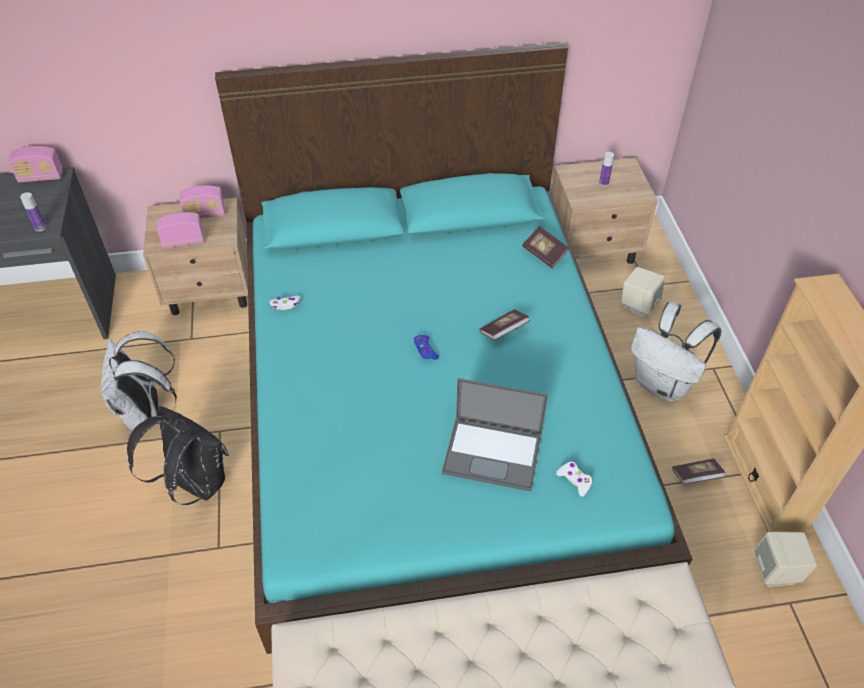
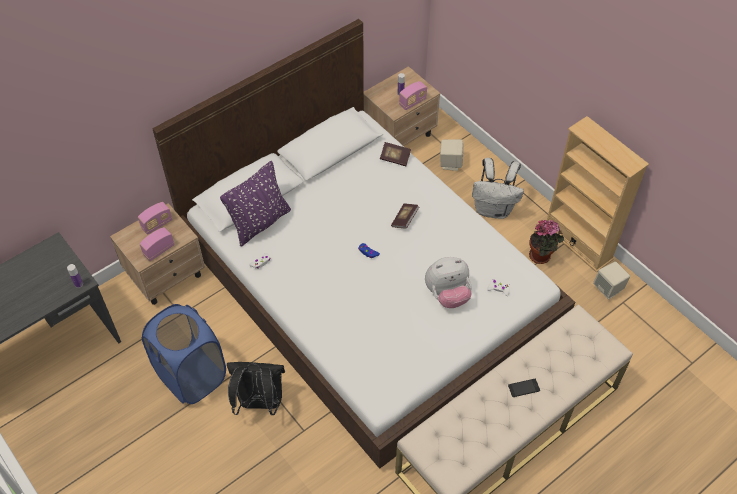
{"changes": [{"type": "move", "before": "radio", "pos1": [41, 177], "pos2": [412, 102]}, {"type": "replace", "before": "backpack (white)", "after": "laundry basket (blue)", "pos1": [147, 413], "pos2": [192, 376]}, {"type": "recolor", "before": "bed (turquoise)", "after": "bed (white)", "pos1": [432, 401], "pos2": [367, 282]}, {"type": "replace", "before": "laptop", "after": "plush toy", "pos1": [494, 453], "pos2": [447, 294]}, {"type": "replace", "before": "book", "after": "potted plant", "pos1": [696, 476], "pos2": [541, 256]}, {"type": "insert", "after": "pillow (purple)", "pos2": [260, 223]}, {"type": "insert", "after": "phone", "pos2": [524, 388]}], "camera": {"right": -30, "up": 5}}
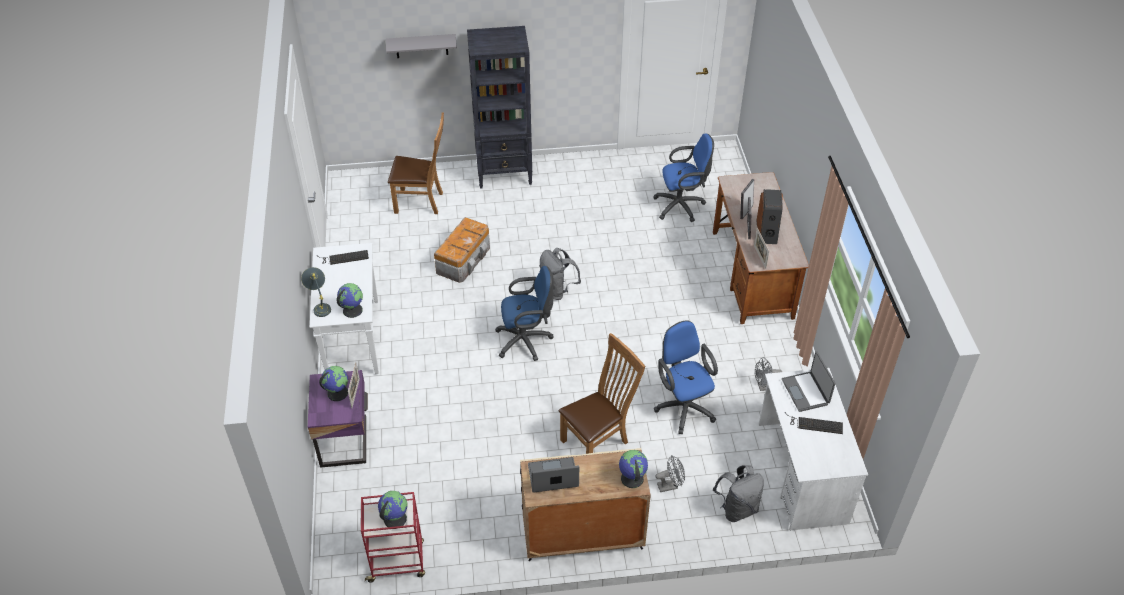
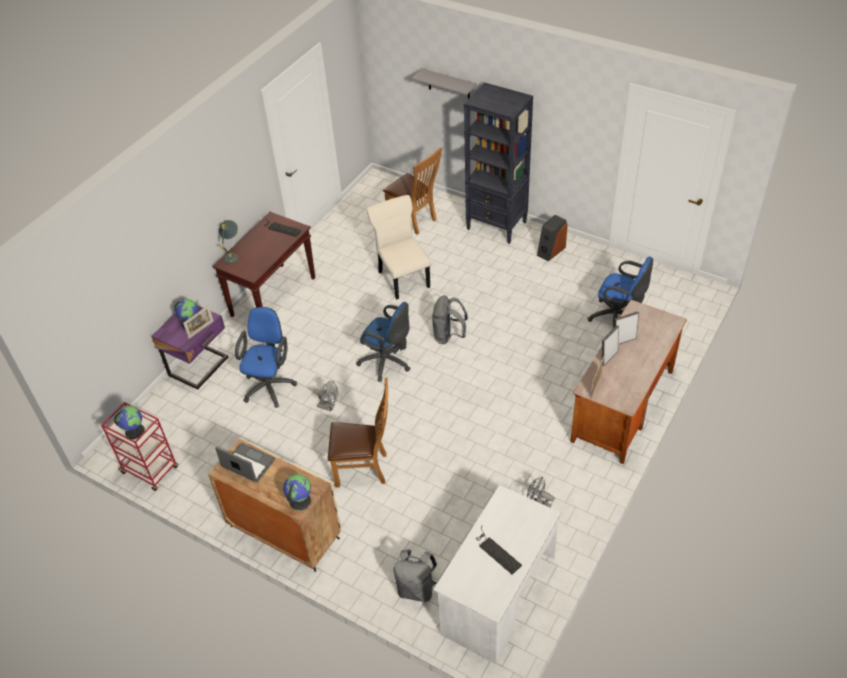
{"changes": [{"type": "recolor", "before": "console table (white)", "after": "console table (brown)", "pos1": [352, 337], "pos2": [273, 296]}, {"type": "delete", "before": "globe", "pos1": [352, 310]}, {"type": "replace", "before": "storage box", "after": "chair (beige)", "pos1": [464, 259], "pos2": [403, 278]}, {"type": "move", "before": "office chair (blue)", "pos1": [683, 406], "pos2": [270, 385]}, {"type": "move", "before": "fan (grey)", "pos1": [670, 485], "pos2": [328, 406]}, {"type": "move", "before": "speaker", "pos1": [767, 232], "pos2": [550, 251]}, {"type": "delete", "before": "laptop", "pos1": [806, 392]}], "camera": {"right": 40, "up": 0}}
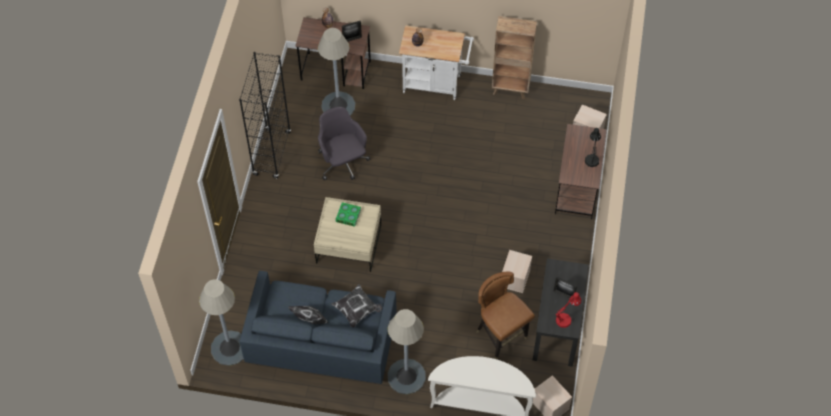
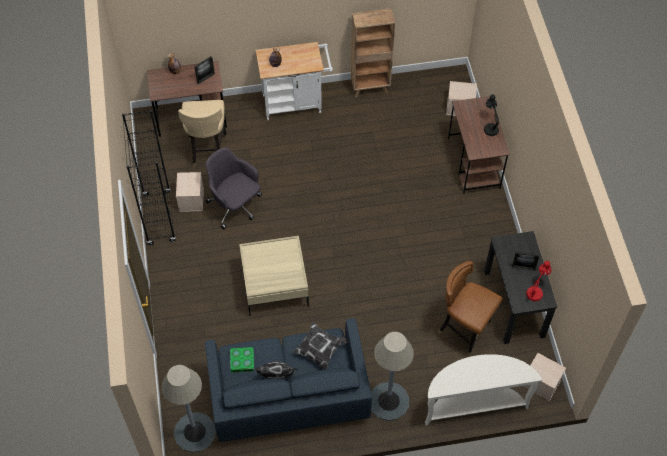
{"changes": [{"type": "replace", "before": "floor lamp (grey)", "after": "chair (beige)", "pos1": [338, 106], "pos2": [208, 151]}, {"type": "move", "before": "book", "pos1": [348, 215], "pos2": [242, 361]}, {"type": "move", "before": "storage box (beige)", "pos1": [515, 277], "pos2": [191, 199]}], "camera": {"right": -20, "up": 0}}
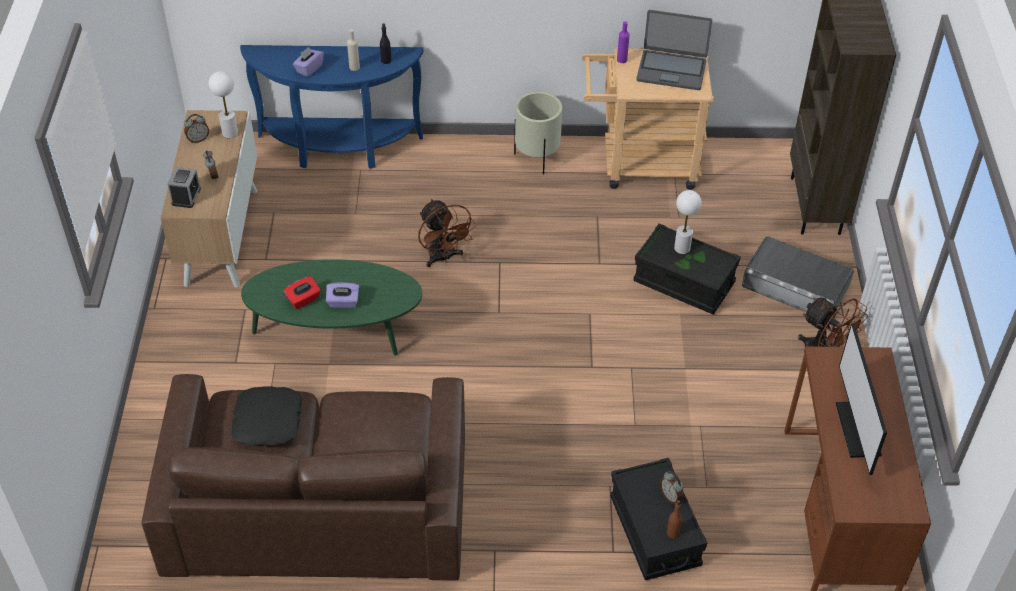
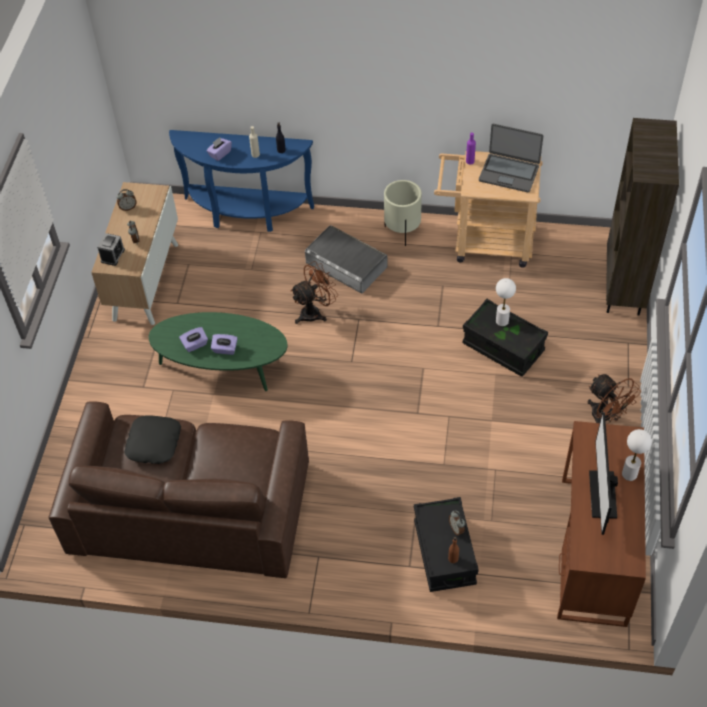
{"changes": [{"type": "move", "before": "table lamp (white)", "pos1": [230, 133], "pos2": [629, 474]}, {"type": "recolor", "before": "tissue box (red)", "after": "tissue box (purple)", "pos1": [303, 300], "pos2": [195, 345]}, {"type": "rotate", "before": "fan (brown)", "pos1": [443, 258], "pos2": [315, 312], "turn": -105}, {"type": "move", "before": "storage box (grey)", "pos1": [796, 285], "pos2": [346, 264]}], "camera": {"right": 10, "up": 5}}
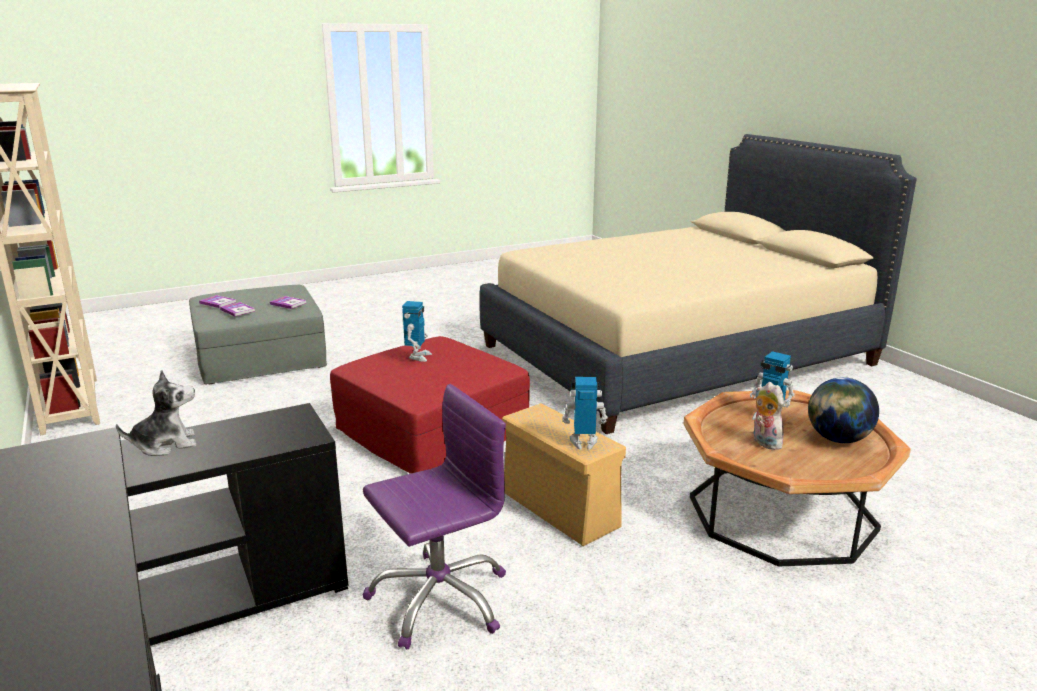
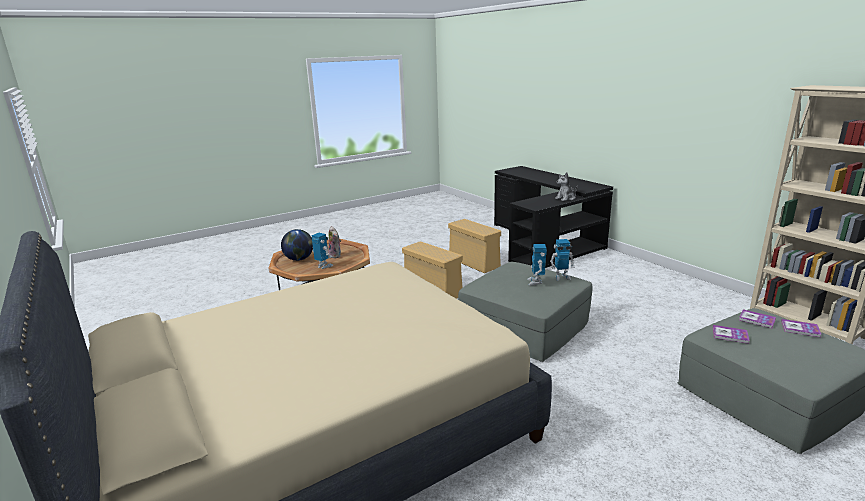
{"changes": [{"type": "recolor", "before": "ottoman (red)", "after": "ottoman (grey)", "pos1": [431, 430], "pos2": [525, 327]}, {"type": "replace", "before": "office chair (purple)", "after": "storage box (beige)", "pos1": [439, 599], "pos2": [473, 262]}, {"type": "move", "before": "toy robot", "pos1": [583, 444], "pos2": [561, 277]}], "camera": {"right": 175, "up": 0}}
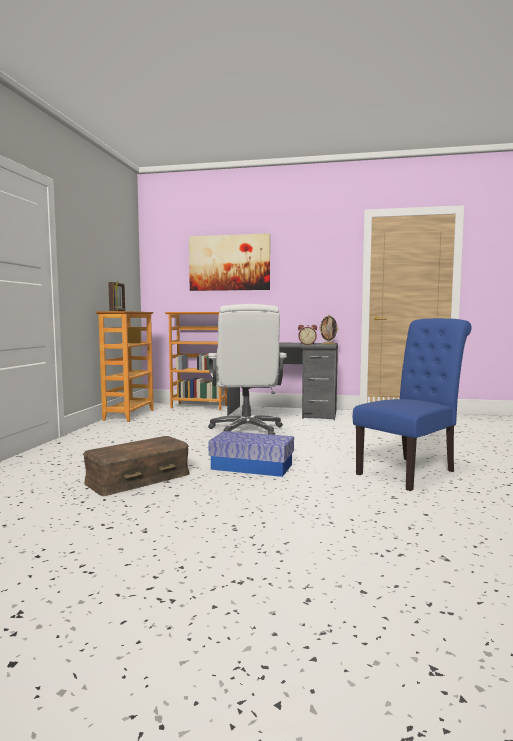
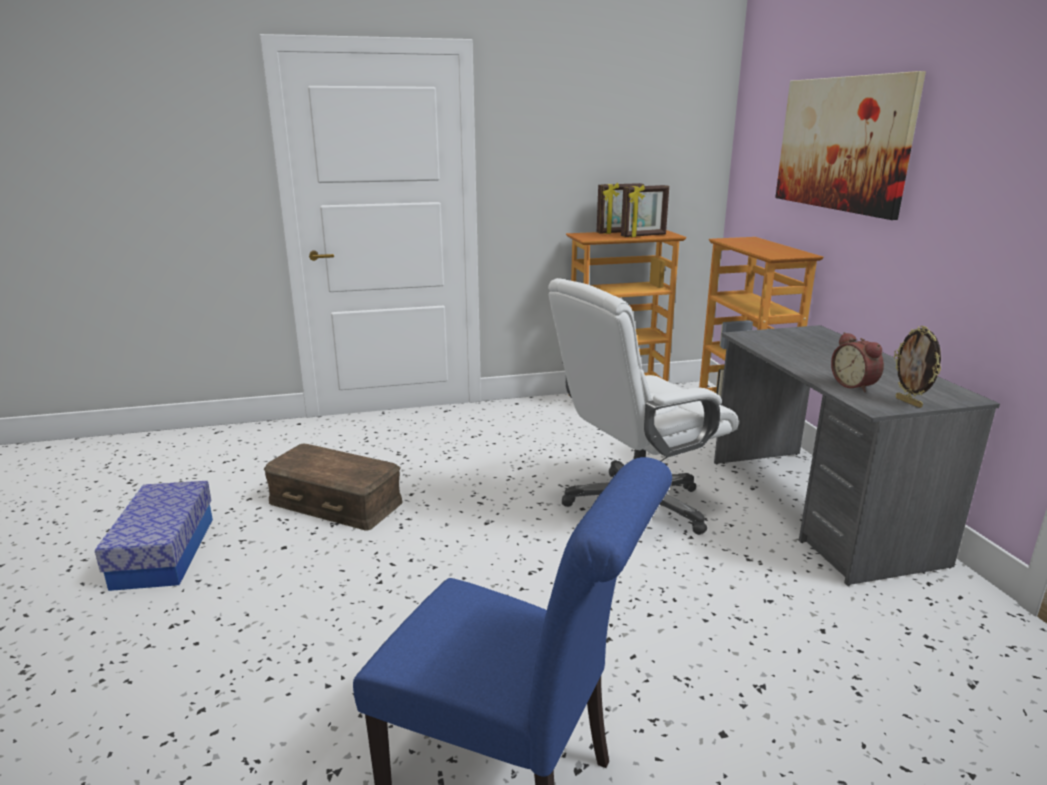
{"changes": [{"type": "move", "before": "storage box", "pos1": [252, 467], "pos2": [164, 552]}, {"type": "insert", "after": "picture frame", "pos2": [643, 236]}], "camera": {"right": 65, "up": 15}}
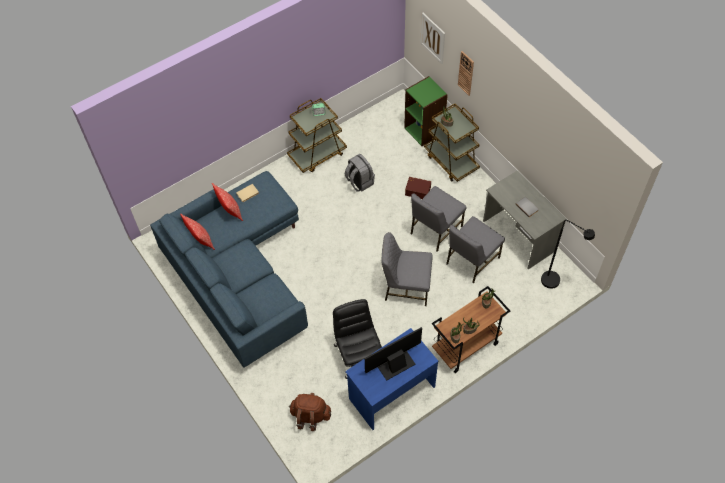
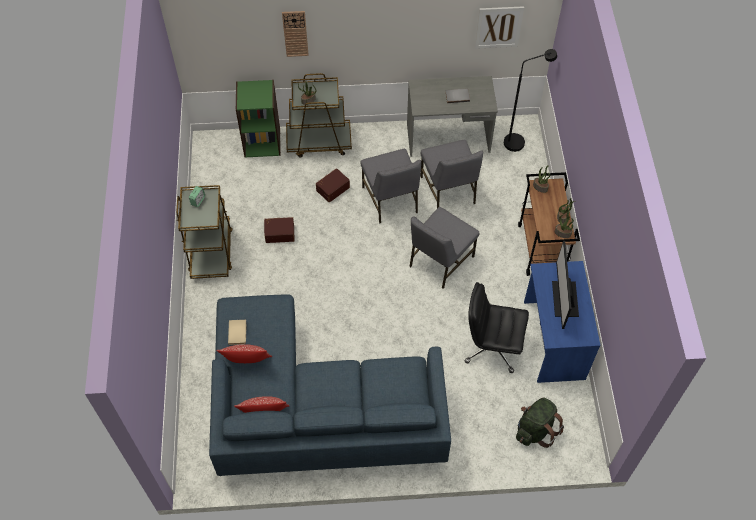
{"changes": [{"type": "recolor", "before": "backpack (brown)", "after": "backpack (green)", "pos1": [310, 416], "pos2": [535, 429]}, {"type": "replace", "before": "backpack (grey)", "after": "storage box (brown)", "pos1": [359, 182], "pos2": [279, 233]}, {"type": "move", "before": "picture", "pos1": [433, 38], "pos2": [498, 27]}], "camera": {"right": -60, "up": 0}}
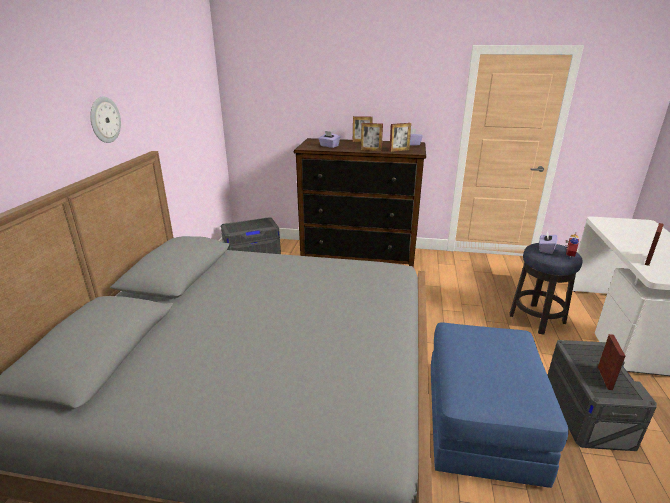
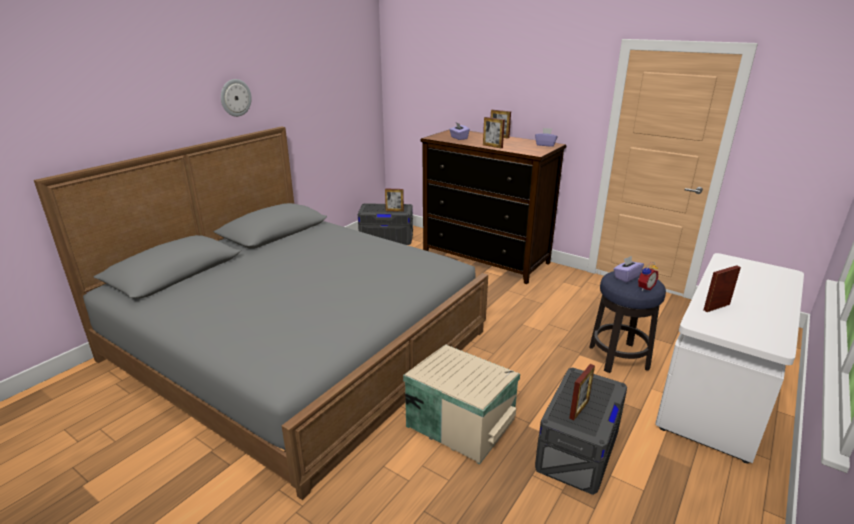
{"changes": [{"type": "move", "before": "picture frame", "pos1": [399, 150], "pos2": [394, 210]}, {"type": "replace", "before": "ottoman (blue)", "after": "storage box (beige)", "pos1": [480, 422], "pos2": [460, 421]}], "camera": {"right": 25, "up": 0}}
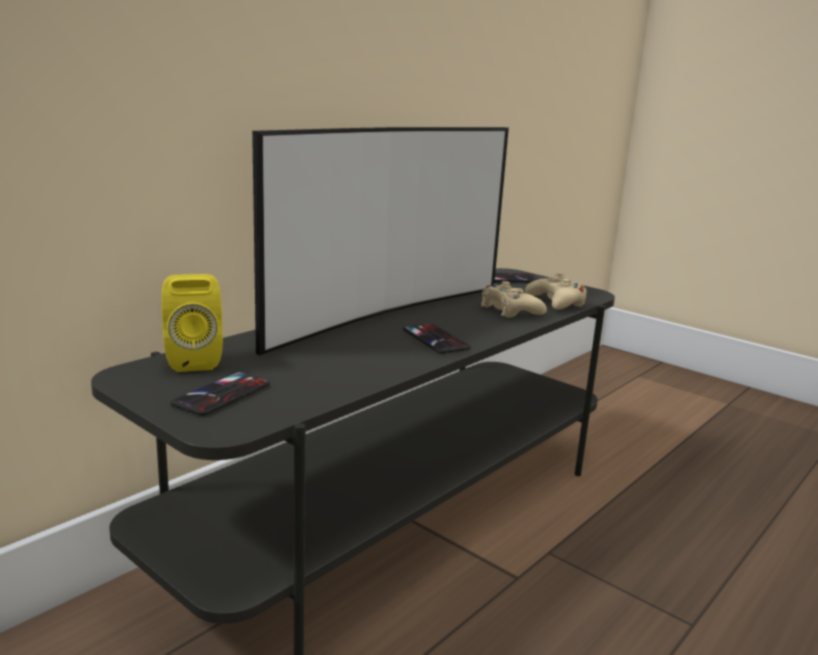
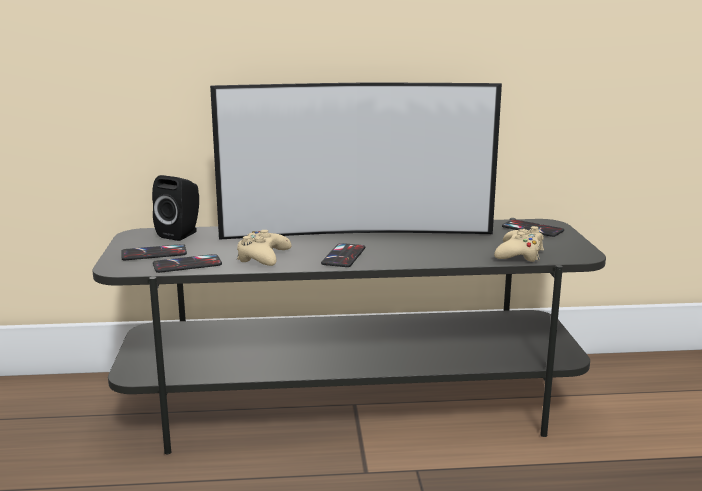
{"changes": [{"type": "recolor", "before": "speaker (yellow)", "after": "speaker (black)", "pos1": [193, 360], "pos2": [181, 234]}, {"type": "move", "before": "game controller (beige)", "pos1": [509, 310], "pos2": [263, 257]}, {"type": "insert", "after": "phone", "pos2": [187, 264]}], "camera": {"right": 45, "up": 0}}
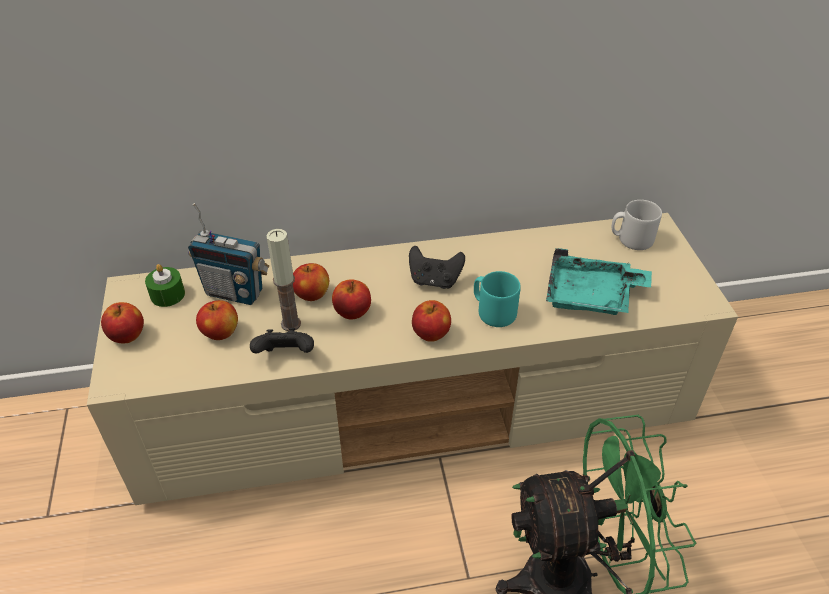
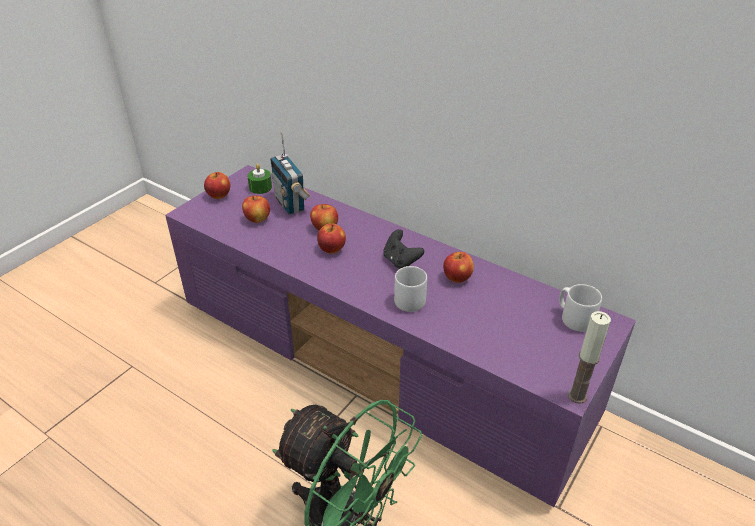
{"changes": [{"type": "recolor", "before": "tv stand (beige)", "after": "tv stand (purple)", "pos1": [417, 405], "pos2": [380, 358]}, {"type": "delete", "before": "game controller (black)", "pos1": [286, 355]}, {"type": "move", "before": "candle", "pos1": [291, 324], "pos2": [577, 396]}, {"type": "move", "before": "apple", "pos1": [431, 334], "pos2": [457, 278]}, {"type": "recolor", "before": "mug (turquoise)", "after": "mug (grey)", "pos1": [493, 311], "pos2": [409, 299]}, {"type": "delete", "before": "tray (turquoise)", "pos1": [591, 296]}], "camera": {"right": 45, "up": -5}}
